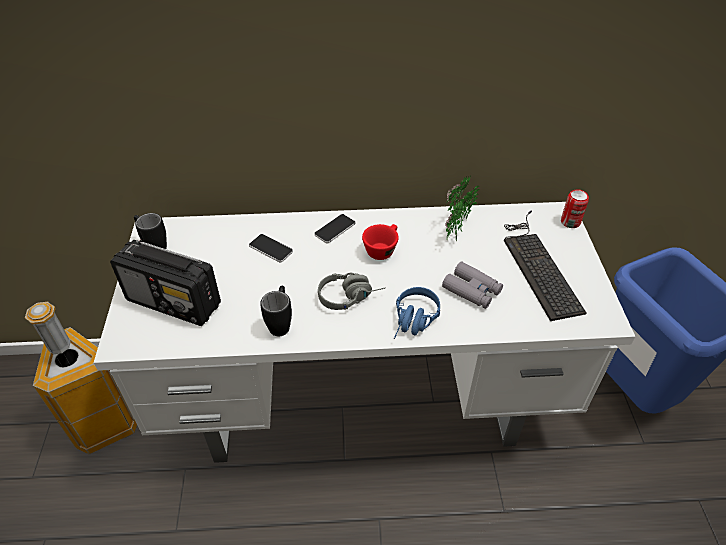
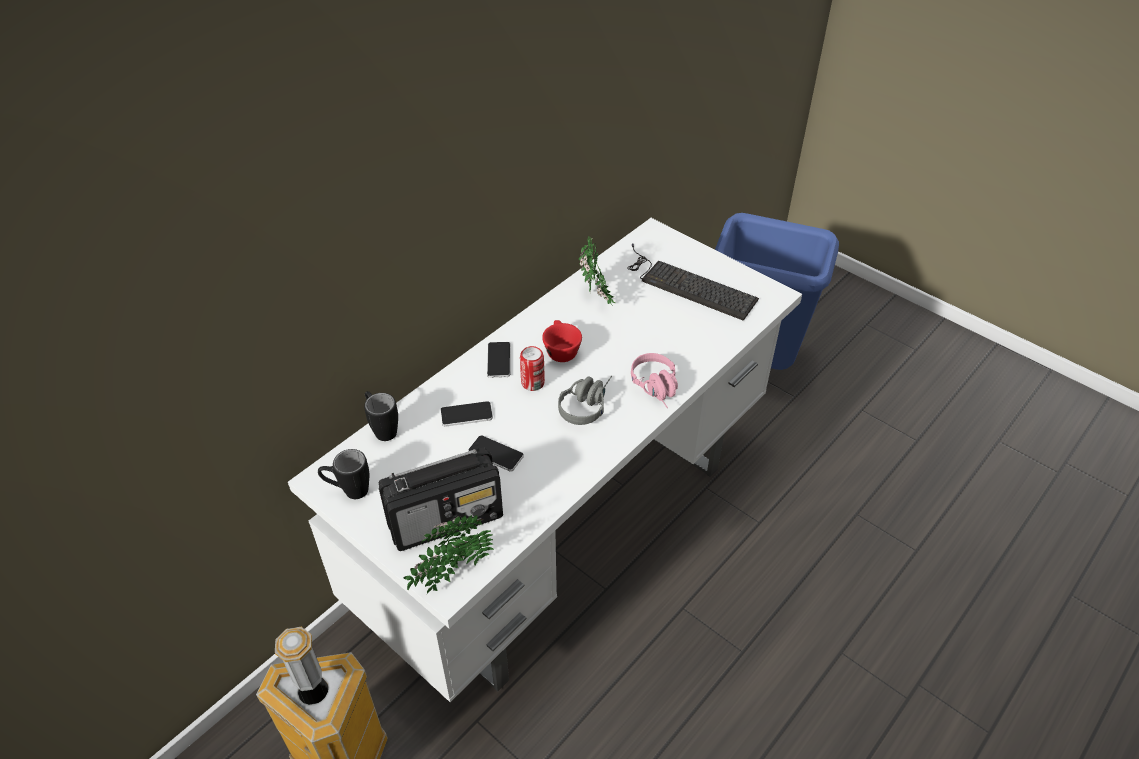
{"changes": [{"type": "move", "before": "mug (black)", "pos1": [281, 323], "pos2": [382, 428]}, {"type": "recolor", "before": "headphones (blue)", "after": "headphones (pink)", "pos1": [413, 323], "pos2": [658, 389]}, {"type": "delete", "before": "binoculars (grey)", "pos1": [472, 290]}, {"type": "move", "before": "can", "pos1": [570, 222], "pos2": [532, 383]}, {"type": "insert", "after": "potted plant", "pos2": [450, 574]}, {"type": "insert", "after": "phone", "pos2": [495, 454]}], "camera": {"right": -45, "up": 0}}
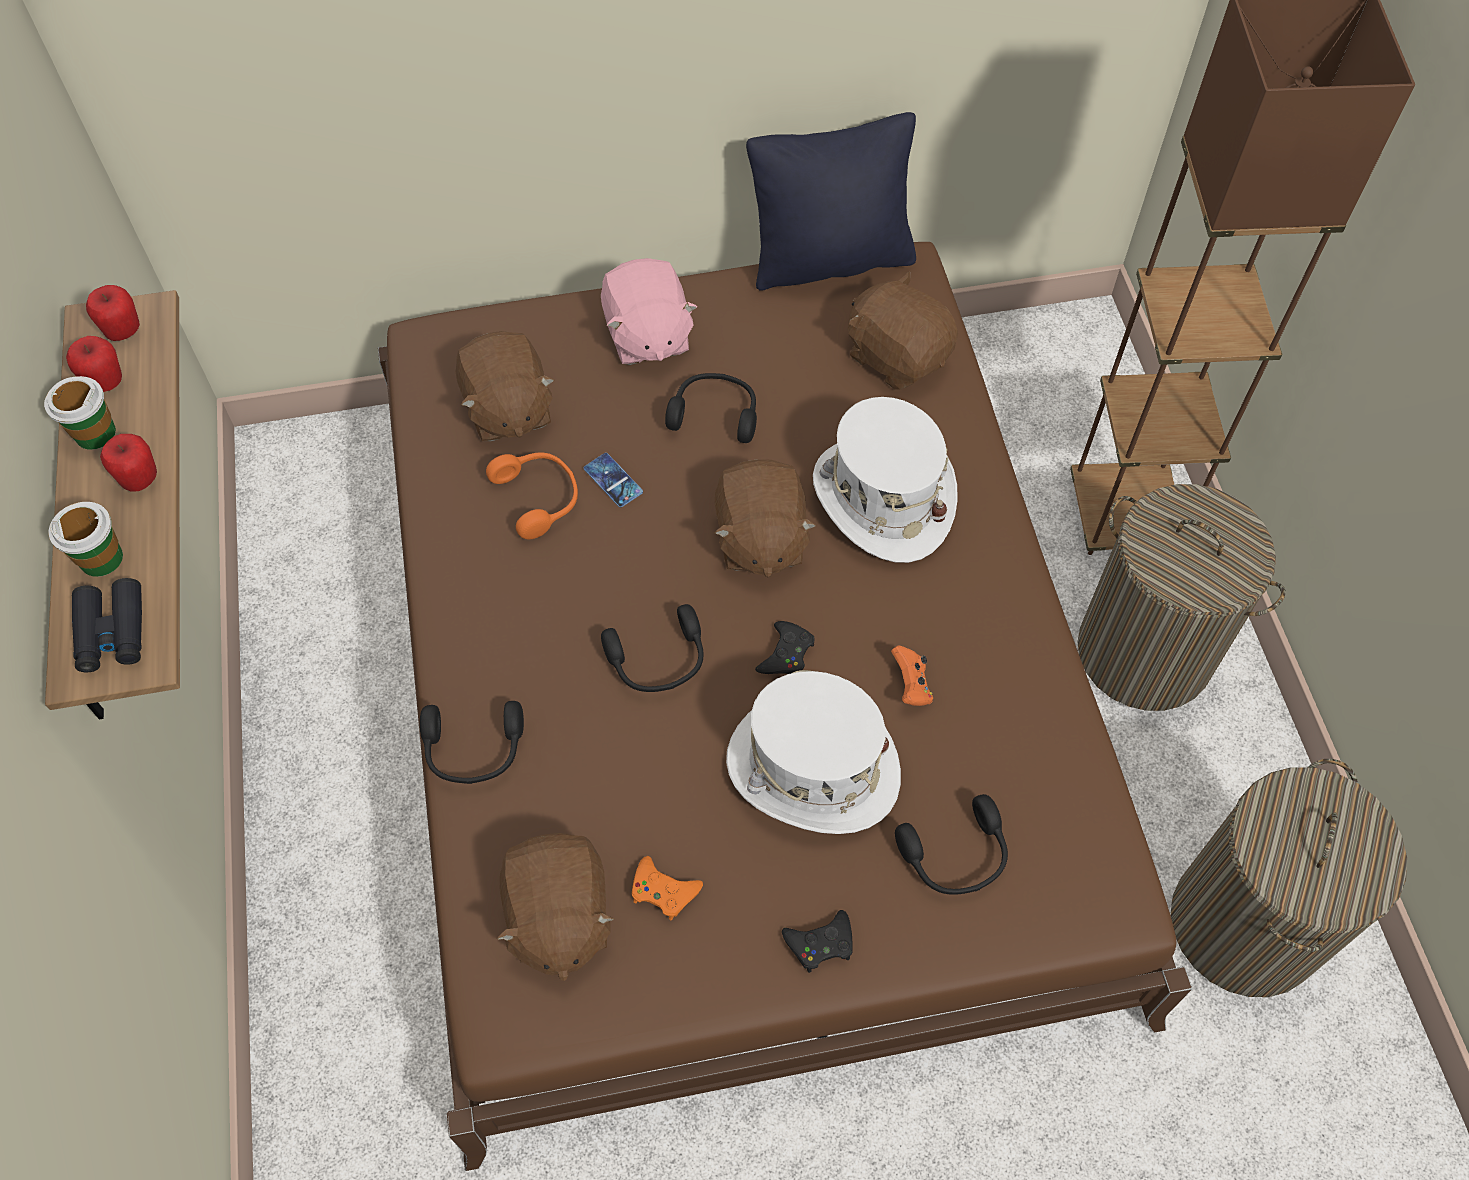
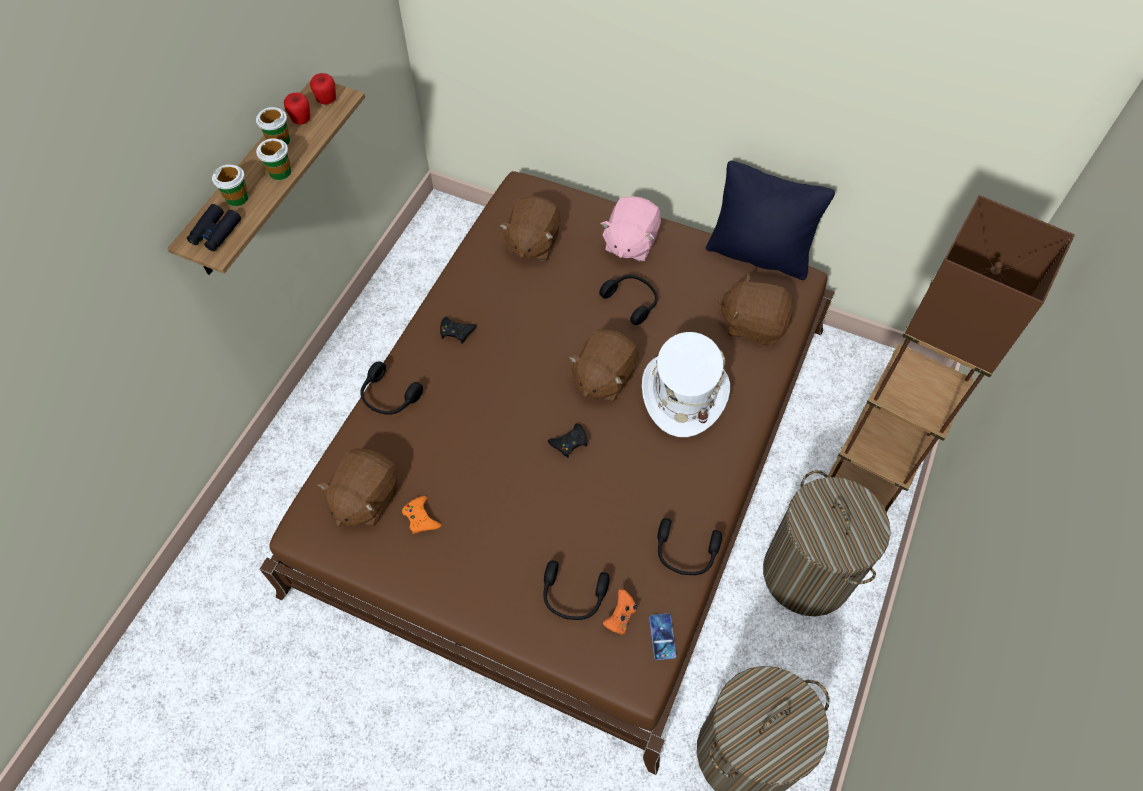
{"changes": [{"type": "replace", "before": "apple", "after": "cup", "pos1": [140, 480], "pos2": [280, 172]}, {"type": "delete", "before": "headphones (orange)", "pos1": [539, 498]}, {"type": "move", "before": "phone", "pos1": [613, 480], "pos2": [662, 636]}, {"type": "move", "before": "headphones (black)", "pos1": [658, 661], "pos2": [685, 553]}, {"type": "delete", "before": "hat (white)", "pos1": [812, 769]}, {"type": "move", "before": "game controller (black)", "pos1": [820, 943], "pos2": [456, 331]}, {"type": "rotate", "before": "plush toy (brown)", "pos1": [897, 356], "pos2": [753, 324], "turn": -60}, {"type": "move", "before": "game controller (orange)", "pos1": [911, 686], "pos2": [620, 617]}], "camera": {"right": 35, "up": 0}}
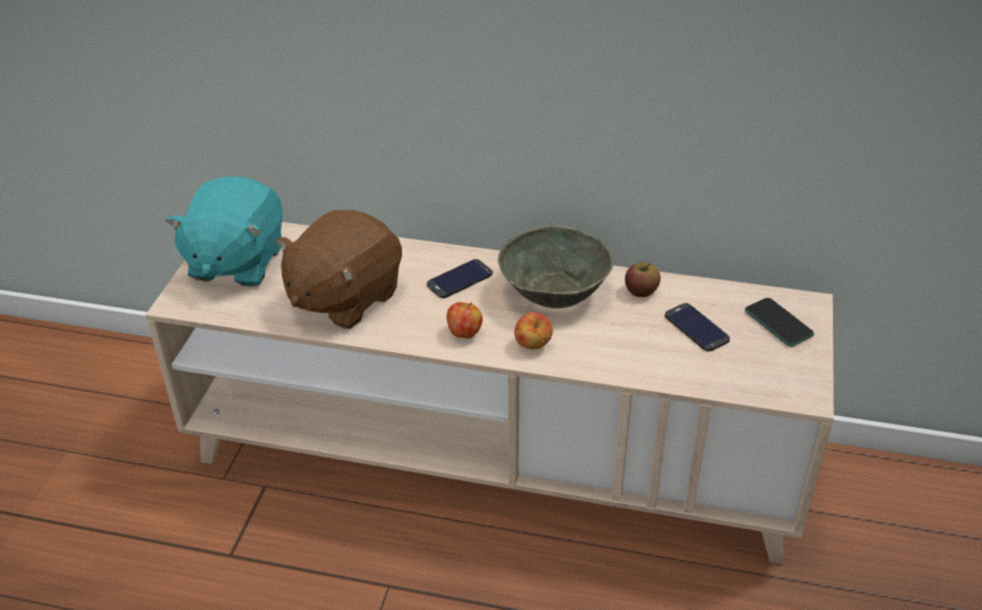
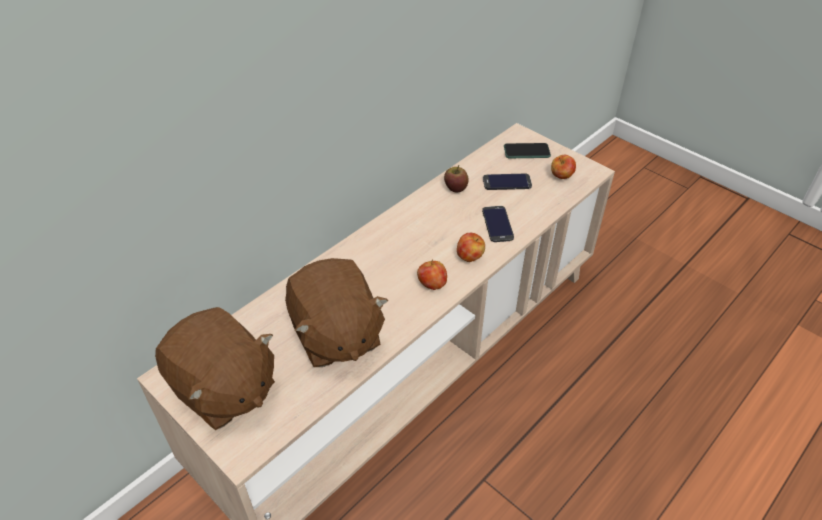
{"changes": [{"type": "recolor", "before": "plush toy (turquoise)", "after": "plush toy (brown)", "pos1": [236, 262], "pos2": [224, 389]}, {"type": "move", "before": "phone", "pos1": [459, 279], "pos2": [497, 224]}, {"type": "delete", "before": "bowl (grey)", "pos1": [555, 293]}, {"type": "insert", "after": "apple", "pos2": [561, 177]}], "camera": {"right": -60, "up": 5}}
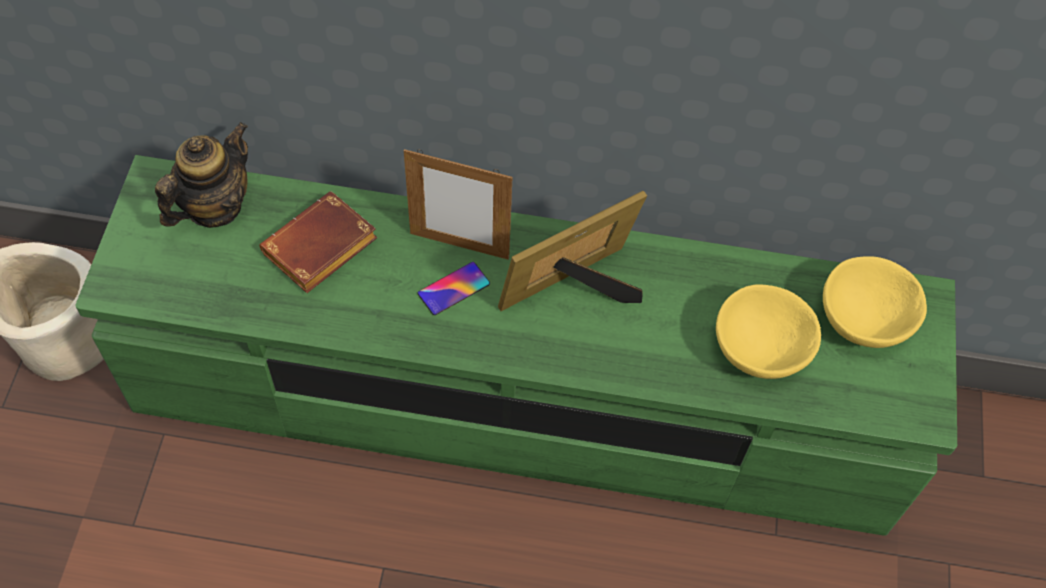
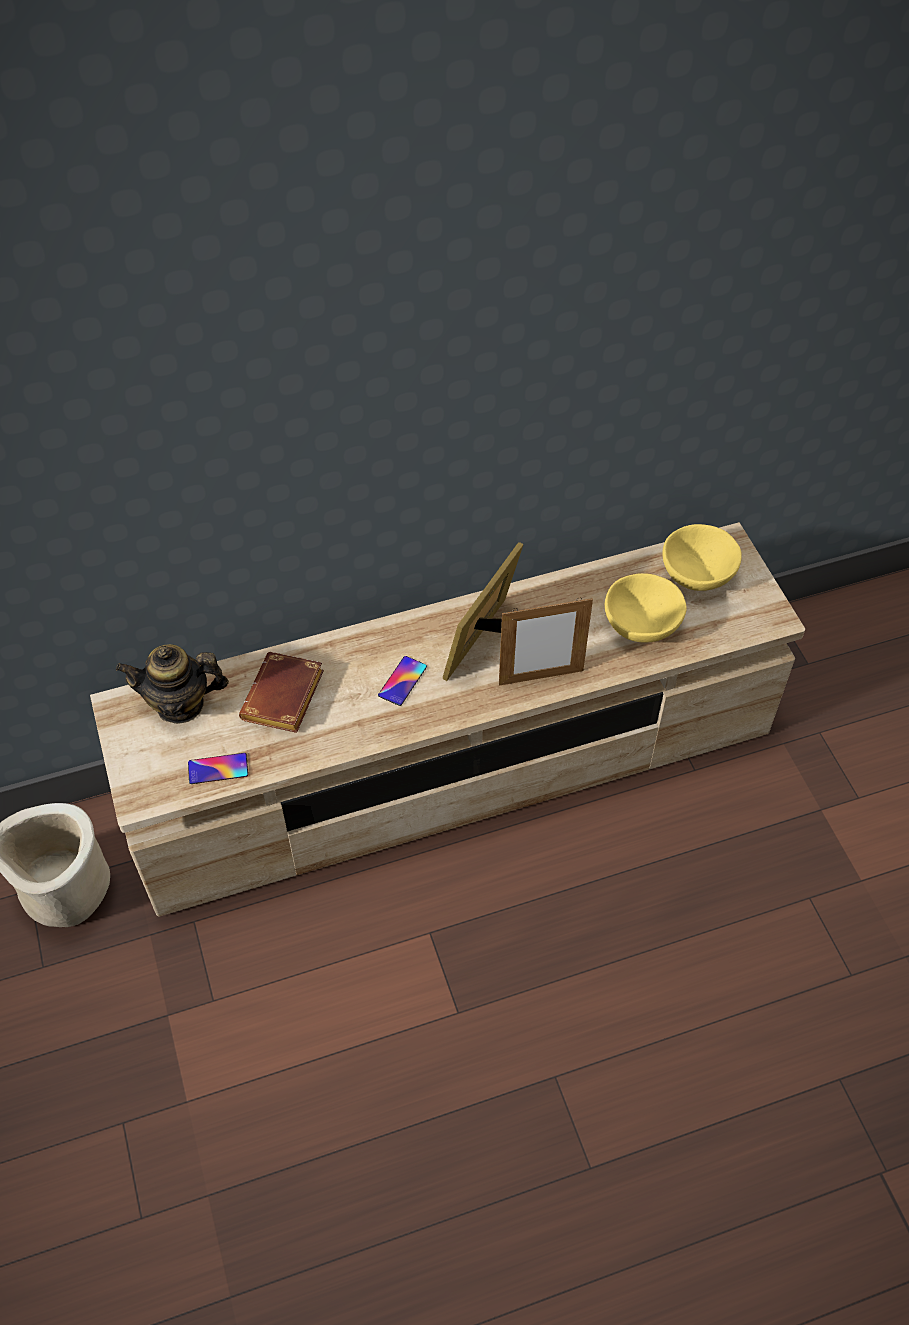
{"changes": [{"type": "recolor", "before": "tv stand (green)", "after": "tv stand (beige)", "pos1": [516, 400], "pos2": [454, 766]}, {"type": "rotate", "before": "teapot", "pos1": [214, 206], "pos2": [180, 704], "turn": -105}, {"type": "move", "before": "picture frame", "pos1": [459, 245], "pos2": [541, 677]}, {"type": "insert", "after": "phone", "pos2": [218, 769]}], "camera": {"right": -25, "up": -5}}
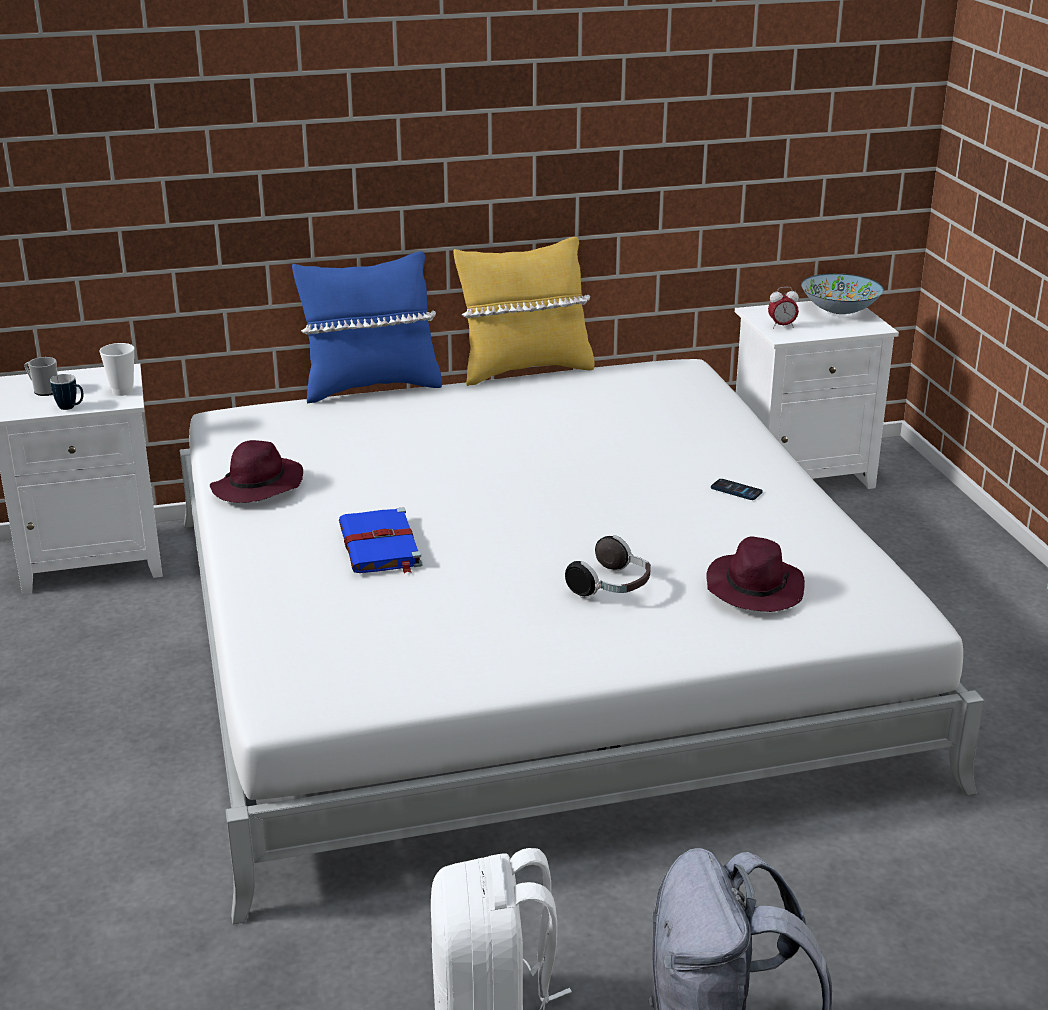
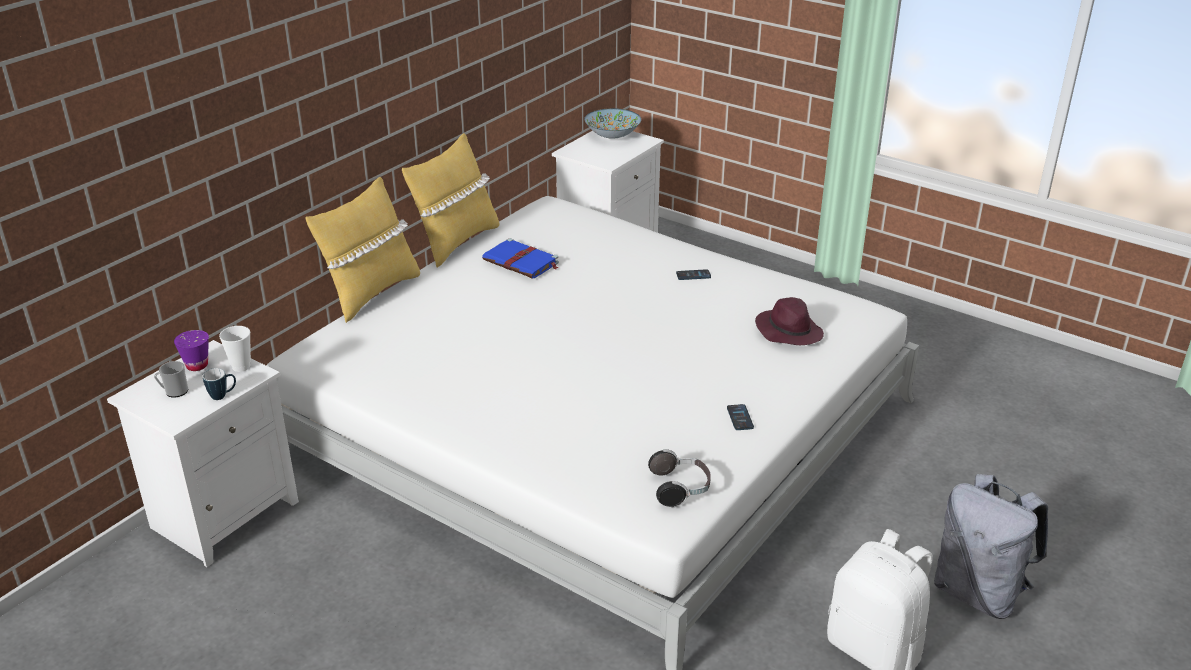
{"changes": [{"type": "delete", "before": "hat (purple)", "pos1": [257, 487]}, {"type": "recolor", "before": "pillow (blue)", "after": "pillow (yellow)", "pos1": [370, 387], "pos2": [371, 293]}, {"type": "move", "before": "book (blue)", "pos1": [380, 546], "pos2": [522, 262]}, {"type": "move", "before": "headphones", "pos1": [612, 587], "pos2": [680, 489]}, {"type": "delete", "before": "alarm clock", "pos1": [781, 326]}, {"type": "insert", "after": "cup (purple)", "pos2": [197, 365]}, {"type": "insert", "after": "phone", "pos2": [740, 418]}], "camera": {"right": -40, "up": 5}}
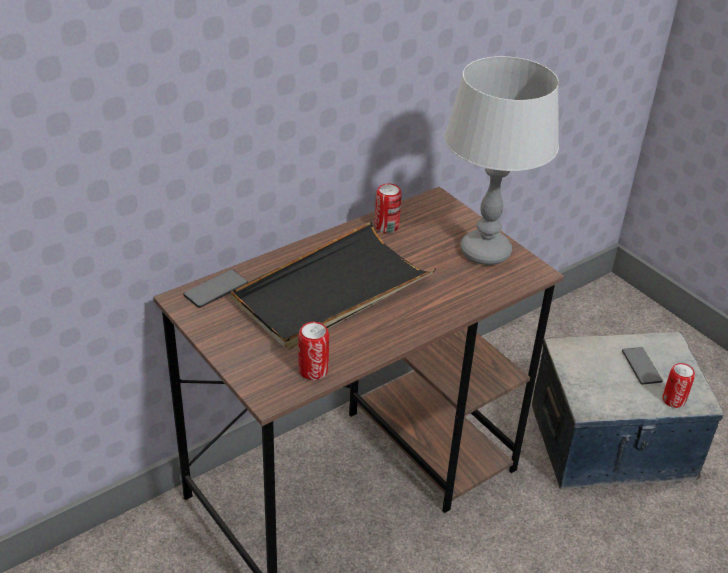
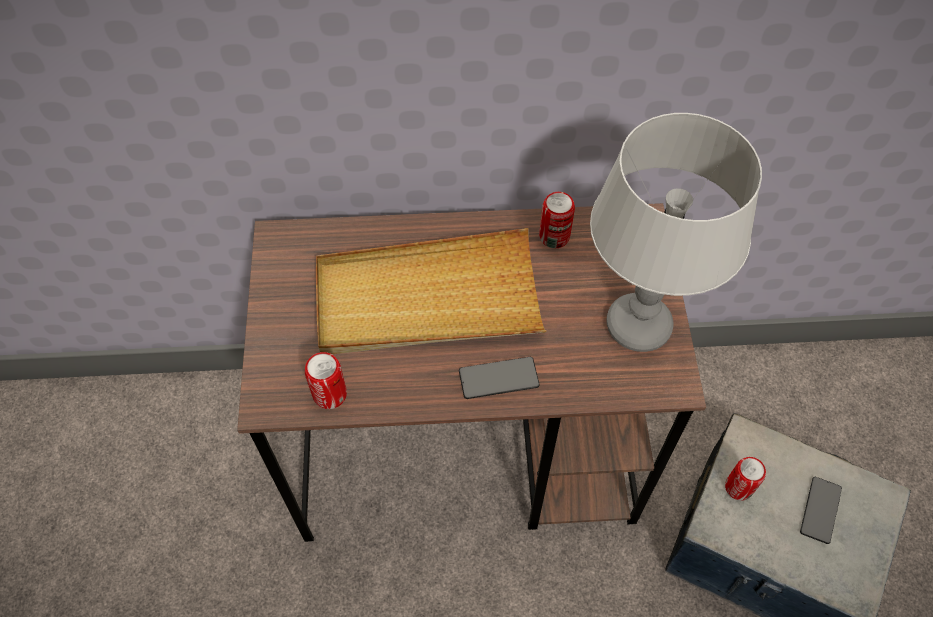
{"changes": [{"type": "move", "before": "phone", "pos1": [216, 289], "pos2": [498, 378]}, {"type": "recolor", "before": "tray (black)", "after": "tray (beige)", "pos1": [332, 291], "pos2": [427, 299]}, {"type": "move", "before": "can", "pos1": [673, 400], "pos2": [738, 487]}], "camera": {"right": 35, "up": 20}}
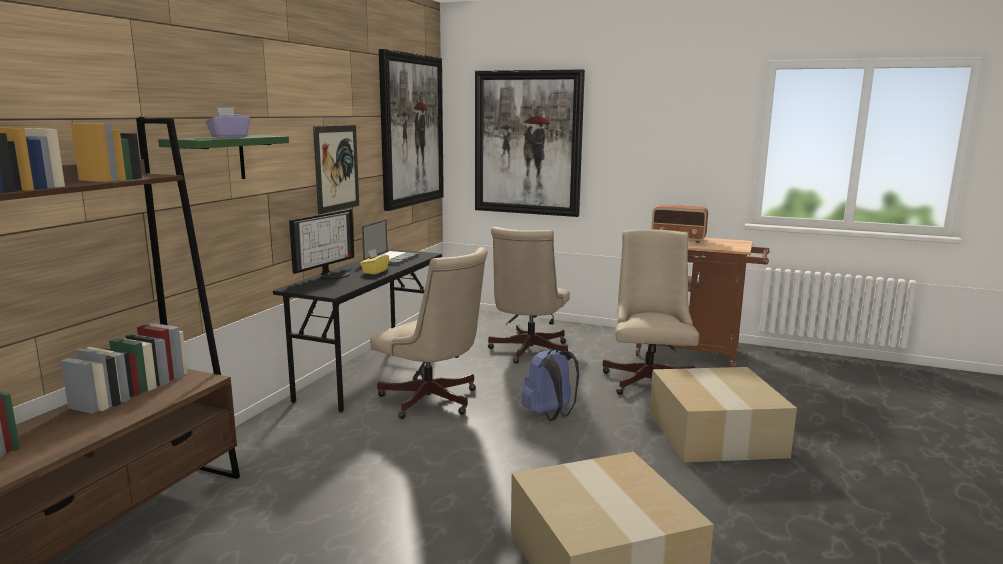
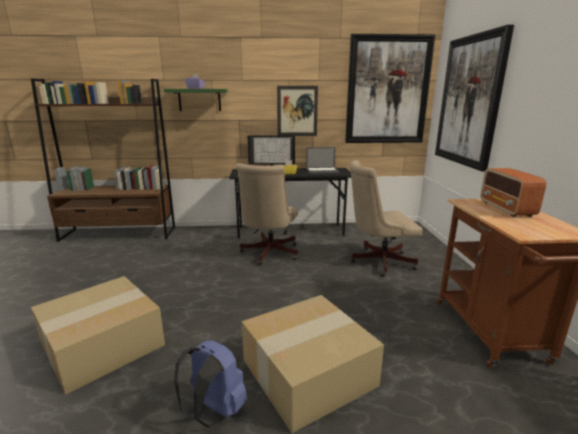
{"changes": [{"type": "move", "before": "backpack (blue)", "pos1": [550, 415], "pos2": [213, 411]}, {"type": "delete", "before": "office chair (beige)", "pos1": [649, 379]}], "camera": {"right": 65, "up": 5}}
